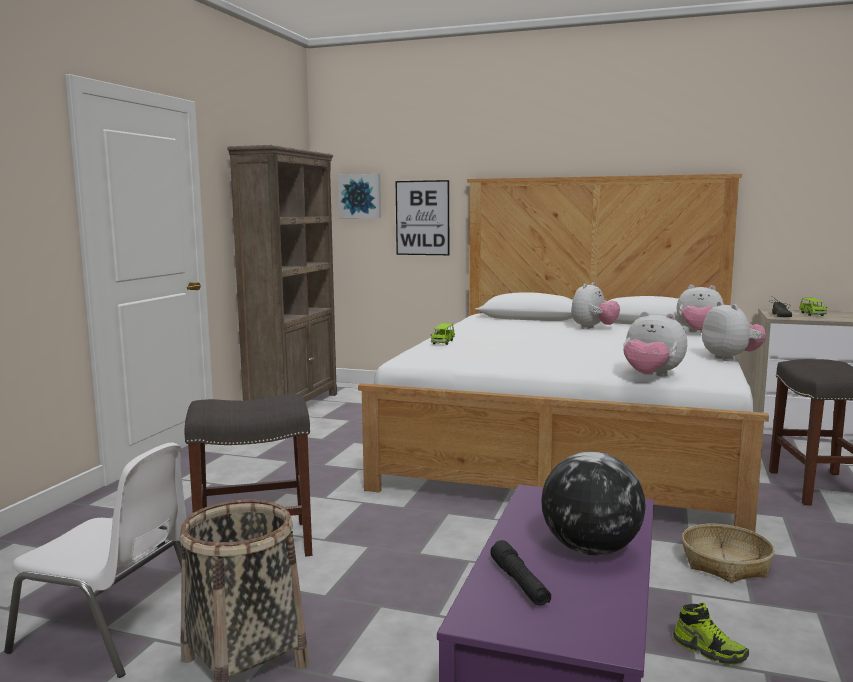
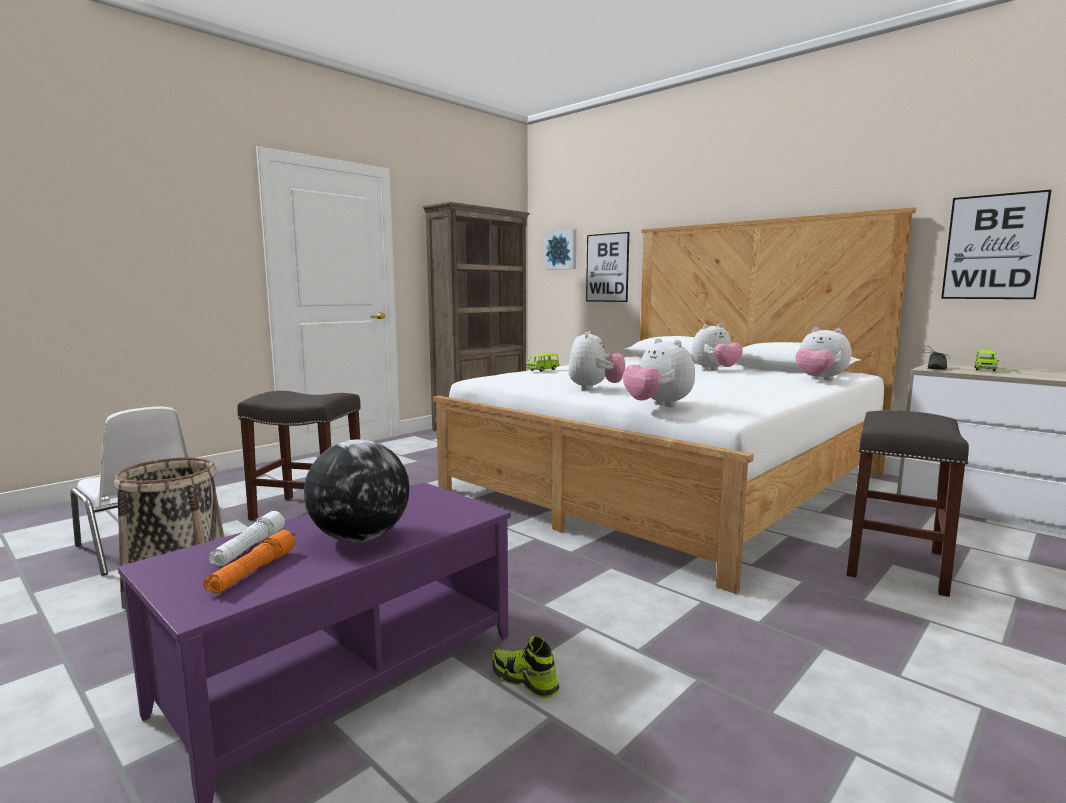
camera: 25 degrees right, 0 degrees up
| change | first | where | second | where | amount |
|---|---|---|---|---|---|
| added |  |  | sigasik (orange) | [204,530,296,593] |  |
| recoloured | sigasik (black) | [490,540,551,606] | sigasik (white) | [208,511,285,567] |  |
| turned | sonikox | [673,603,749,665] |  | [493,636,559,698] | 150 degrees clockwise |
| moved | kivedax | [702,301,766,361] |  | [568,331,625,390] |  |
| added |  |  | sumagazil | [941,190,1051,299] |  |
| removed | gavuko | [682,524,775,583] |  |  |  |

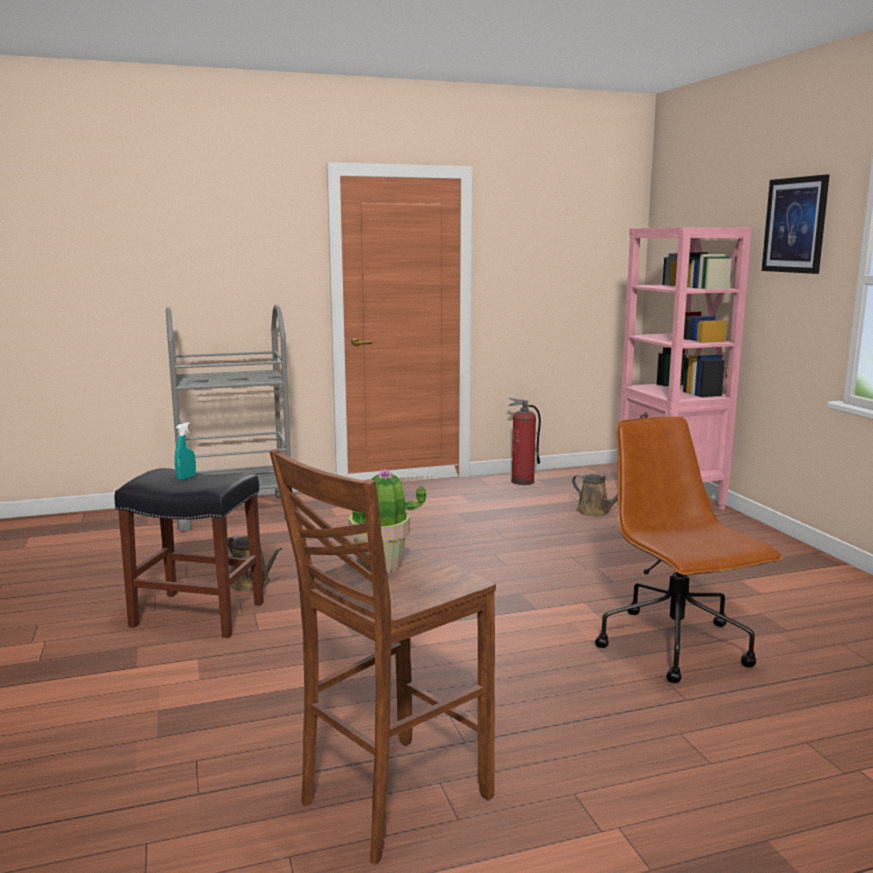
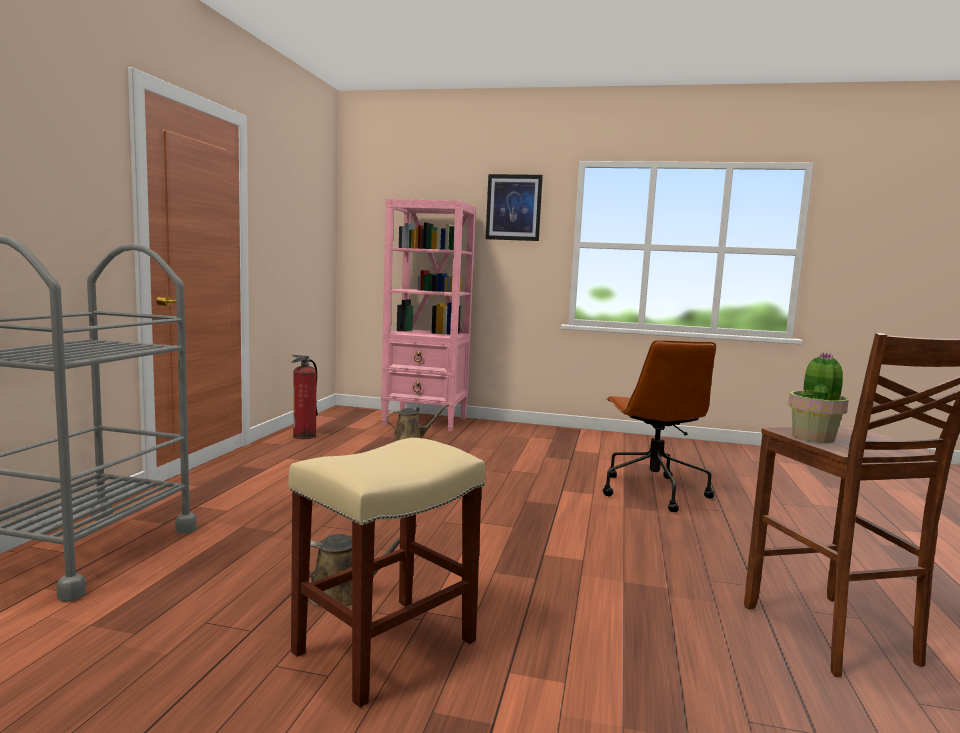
camera: 60 degrees left, 5 degrees down
| change | first | where | second | where | amount |
|---|---|---|---|---|---|
| recoloured | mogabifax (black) | [114,468,264,638] | mogabifax (beige) | [289,438,485,708] |  |
| turned | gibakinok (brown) | [595,416,783,683] |  | [603,340,716,512] | 105 degrees counterclockwise |
| removed | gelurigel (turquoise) | [175,422,196,480] |  |  |  |

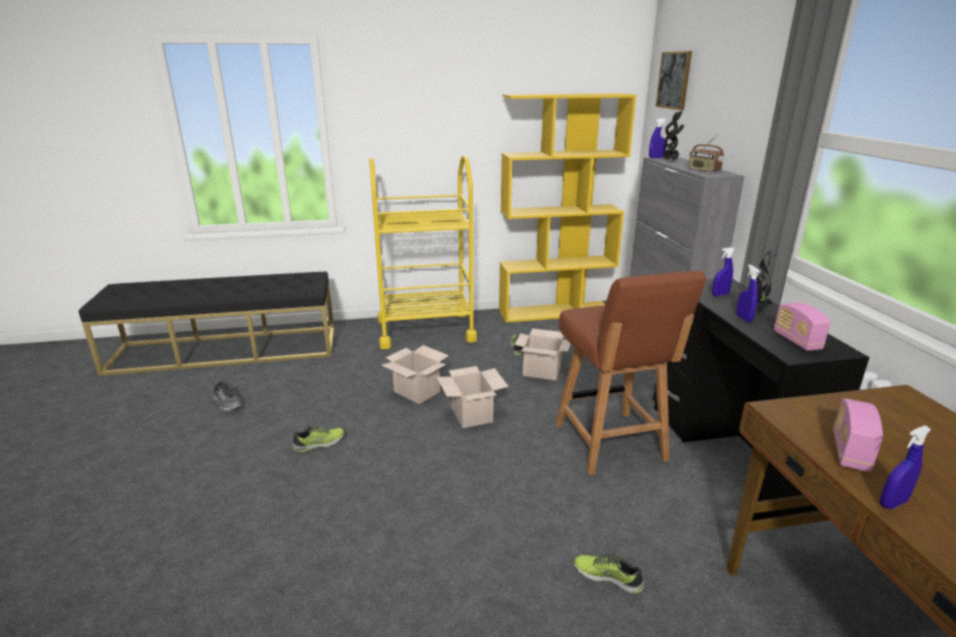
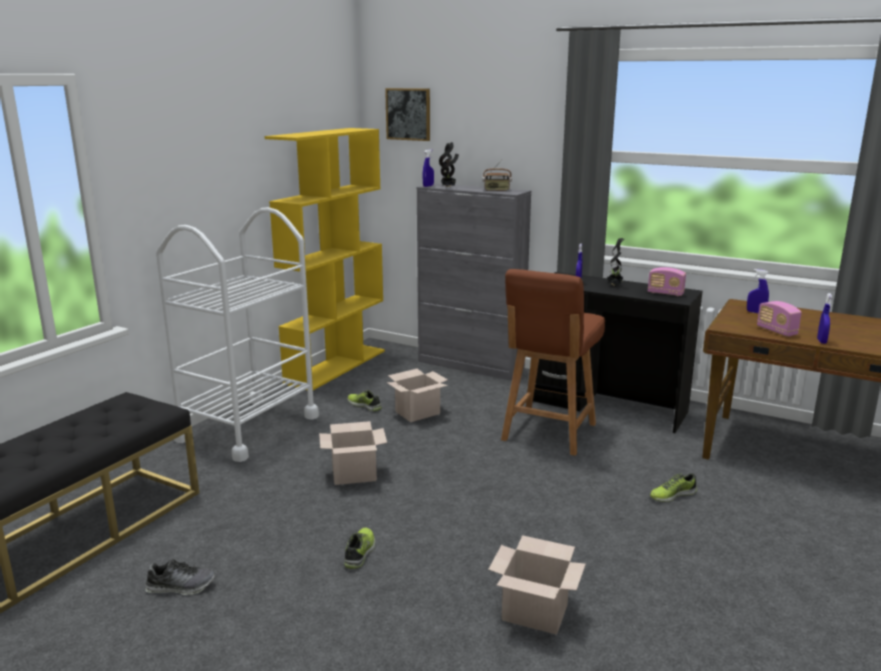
camera: 50 degrees left, 5 degrees down
| change | first | where | second | where | amount |
|---|---|---|---|---|---|
| recoloured | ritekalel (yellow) | [369,155,477,349] | ritekalel (white) | [156,207,319,462] |  |
| moved | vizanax | [437,366,508,428] |  | [488,535,586,635] |  |
| turned | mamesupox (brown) | [555,271,706,475] |  | [501,269,605,456] | 90 degrees clockwise |
| moved | gelurigel (blue) | [736,264,760,322] |  | [747,269,769,313] |  |

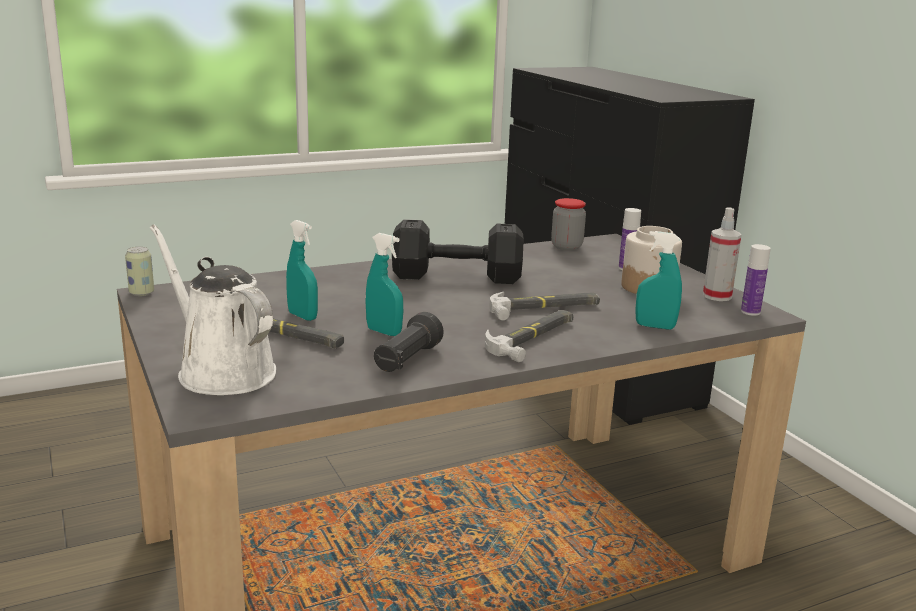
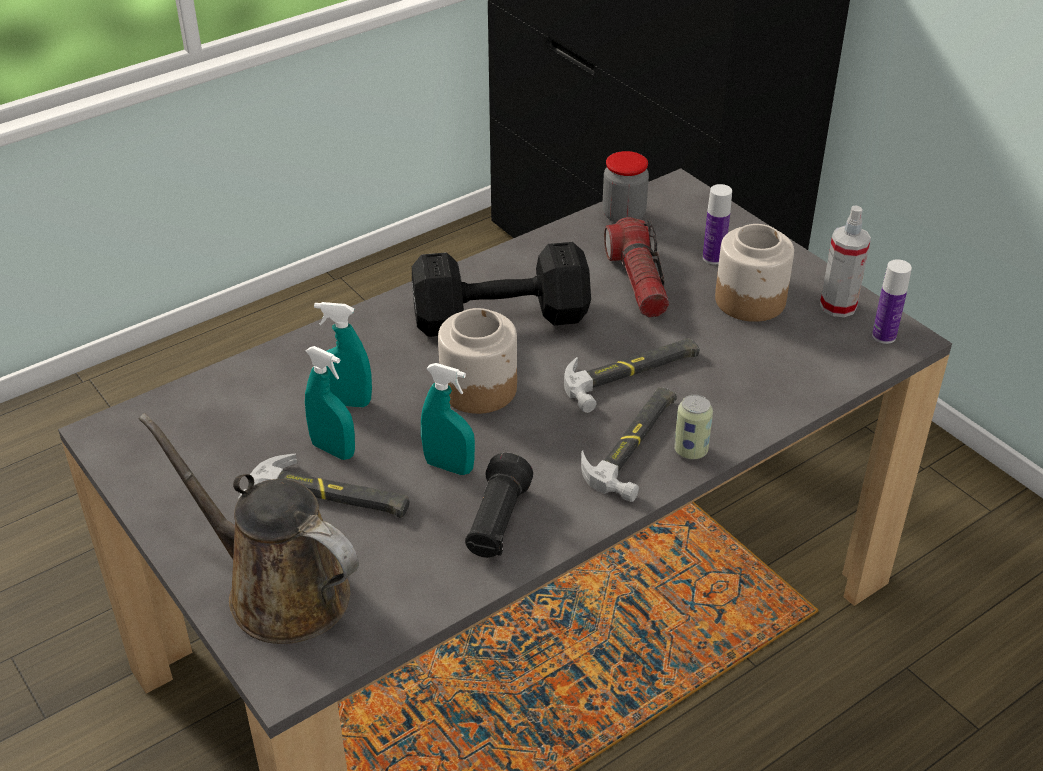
camera: 10 degrees left, 20 degrees up
| change | first | where | second | where | amount |
|---|---|---|---|---|---|
| recoloured | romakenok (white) | [150,224,276,395] | romakenok (brown) | [139,413,359,644] |  |
| moved | gelurigel (turquoise) | [635,231,682,330] |  | [314,302,372,407] |  |
| added |  |  | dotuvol | [438,308,517,414] |  |
| added |  |  | sigasik | [604,217,669,317] |  |
| moved | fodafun | [125,247,154,296] |  | [674,395,713,459] |  |

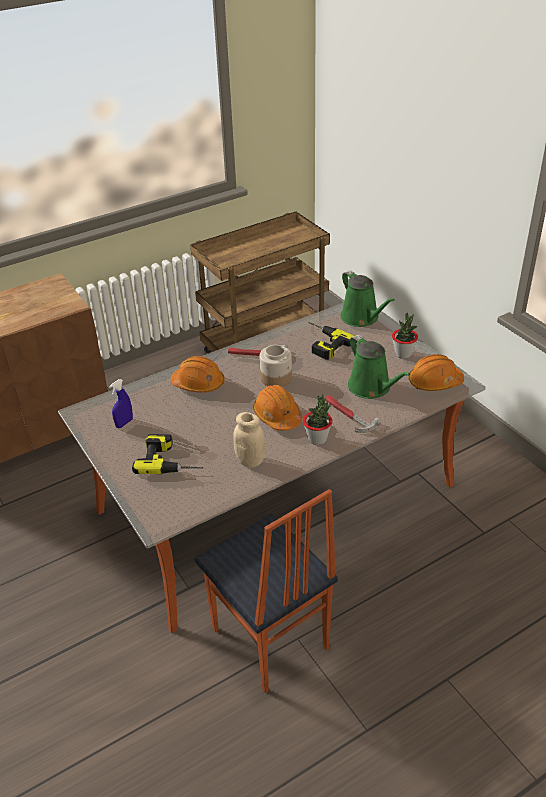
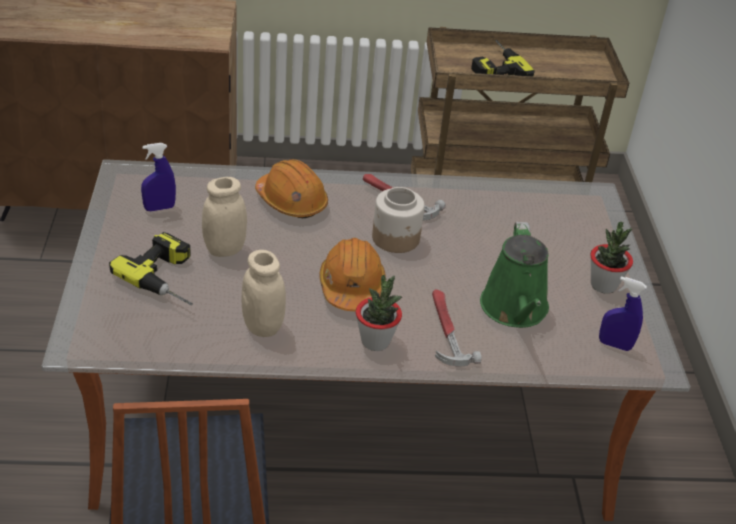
camera: 25 degrees right, 0 degrees up
| change | first | where | second | where | amount |
|---|---|---|---|---|---|
| added |  |  | dotuvol (beige) | [202,177,247,257] |  |
| moved | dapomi | [308,322,357,360] |  | [471,40,535,76] |  |
| replaced | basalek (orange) | [409,354,464,391] | gelurigel (blue) | [599,276,647,351] |  |
| removed | romakenok (green) | [341,270,395,327] |  |  |  |

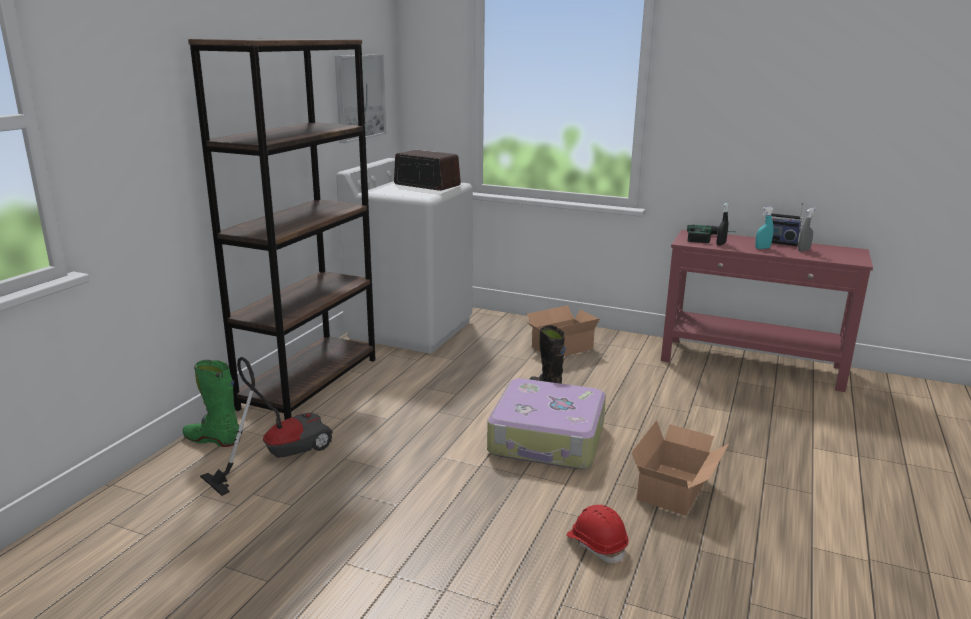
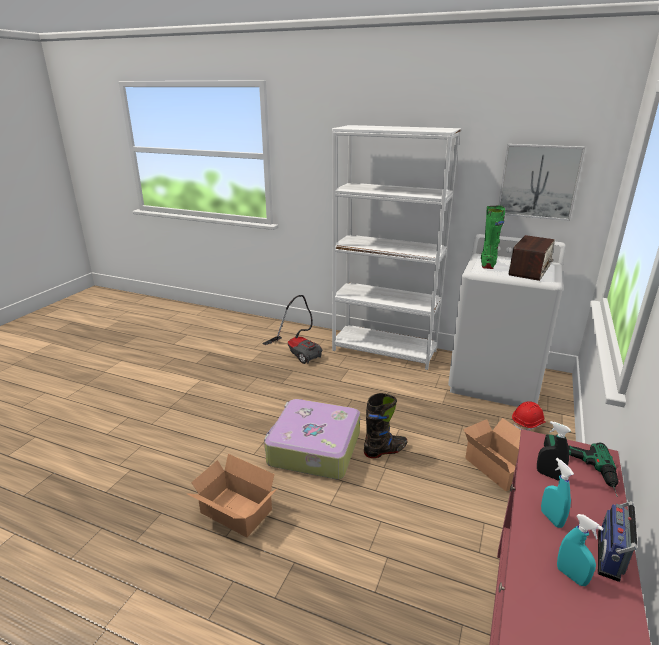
camera: 90 degrees right, 5 degrees up
| change | first | where | second | where | amount |
|---|---|---|---|---|---|
| recoloured | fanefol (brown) | [188,39,376,420] | fanefol (white) | [332,125,461,370] |  |
| moved | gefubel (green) | [183,360,240,447] |  | [481,206,505,269] |  |
| moved | basalek (red) | [566,504,629,563] |  | [512,401,546,431] |  |
| recoloured | gelurigel (grey) | [798,208,816,252] | gelurigel (turquoise) | [557,514,603,586] |  |

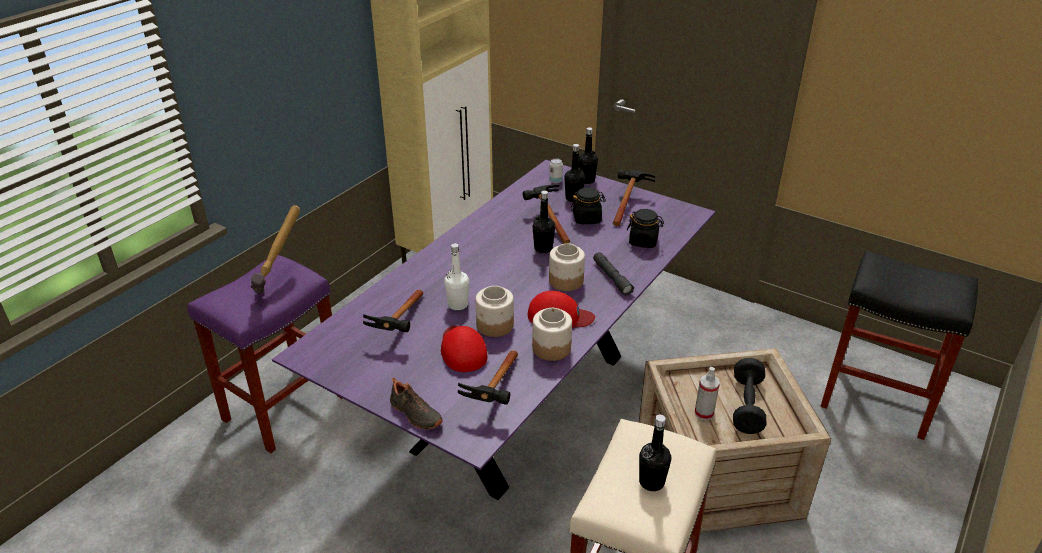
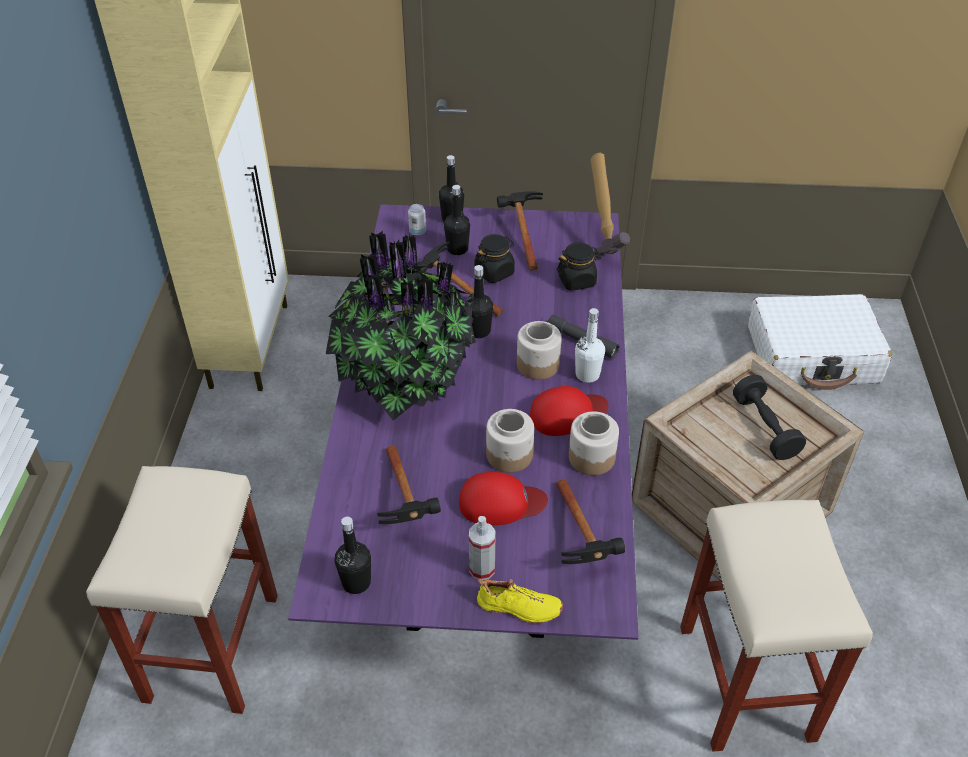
camera: 30 degrees left, 10 degrees up
| change | first | where | second | where | amount |
|---|---|---|---|---|---|
| recoloured | mogabifax (purple) | [187,255,343,453] | mogabifax (beige) | [86,466,278,714] |  |
| added |  |  | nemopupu | [326,231,476,421] |  |
| moved | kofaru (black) | [639,415,671,491] |  | [335,517,371,594] |  |
| turned | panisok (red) | [441,325,488,372] |  | [459,472,548,525] | 135 degrees clockwise |
| moved | gelurigel | [695,367,720,420] |  | [469,516,496,580] |  |
| recoloured | sonikox (black) | [390,377,443,430] | sonikox (yellow) | [477,578,563,624] |  |
| moved | kofaru (white) | [444,243,469,310] |  | [575,308,605,383] |  |
| moved | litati | [251,205,300,294] |  | [590,153,630,258] |  |
| replaced | mogabifax (black) | [820,251,978,440] | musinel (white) | [748,294,892,390] |  |

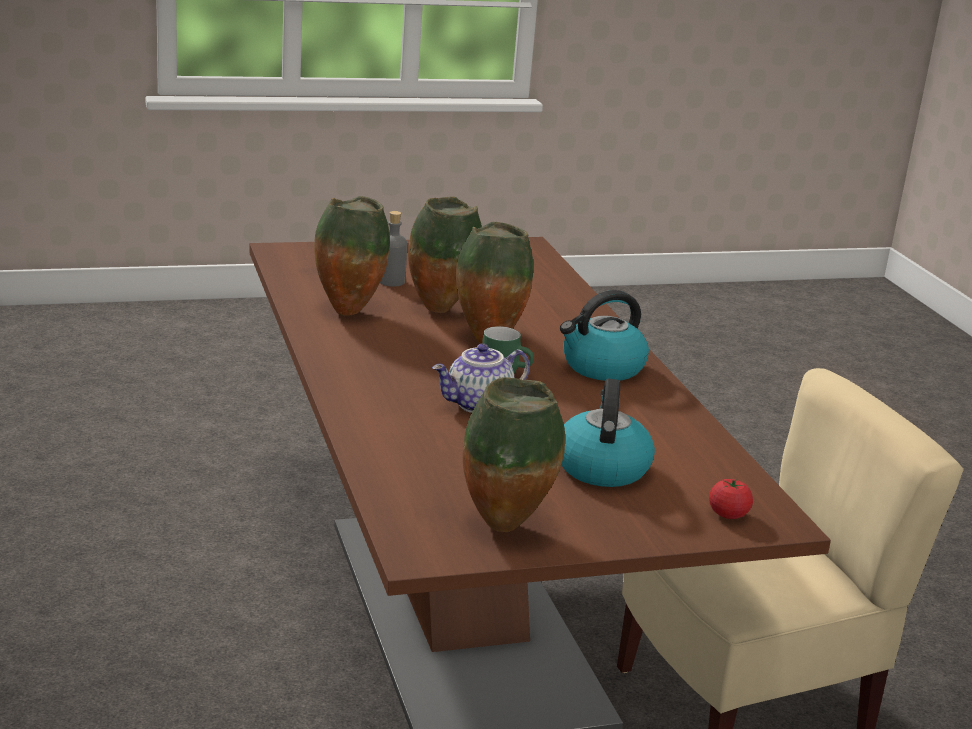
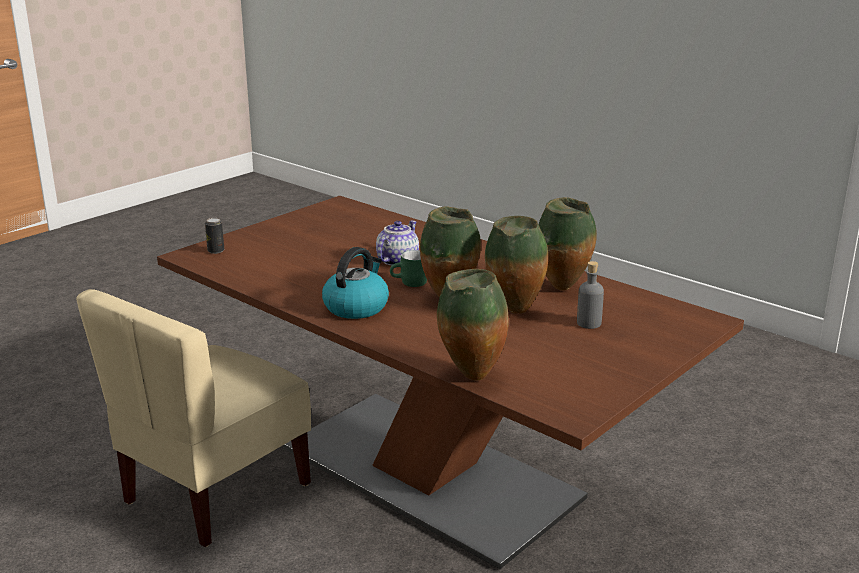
camera: 150 degrees right, 0 degrees up
| change | first | where | second | where | amount |
|---|---|---|---|---|---|
| replaced | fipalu | [709,479,753,519] | fodafun | [205,218,224,254] |  |
| moved | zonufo | [463,377,565,532] |  | [437,269,509,380] |  |
| removed | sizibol | [561,379,655,487] |  |  |  |

